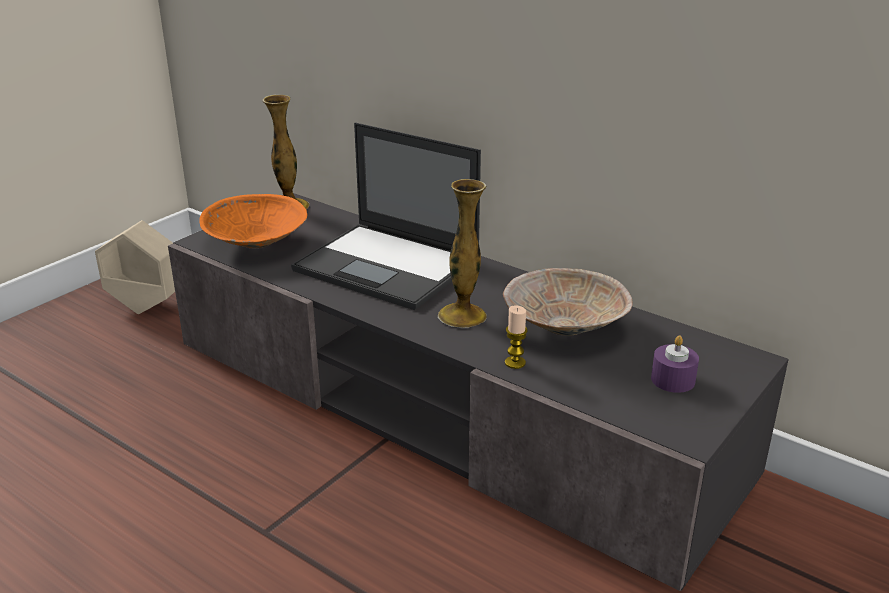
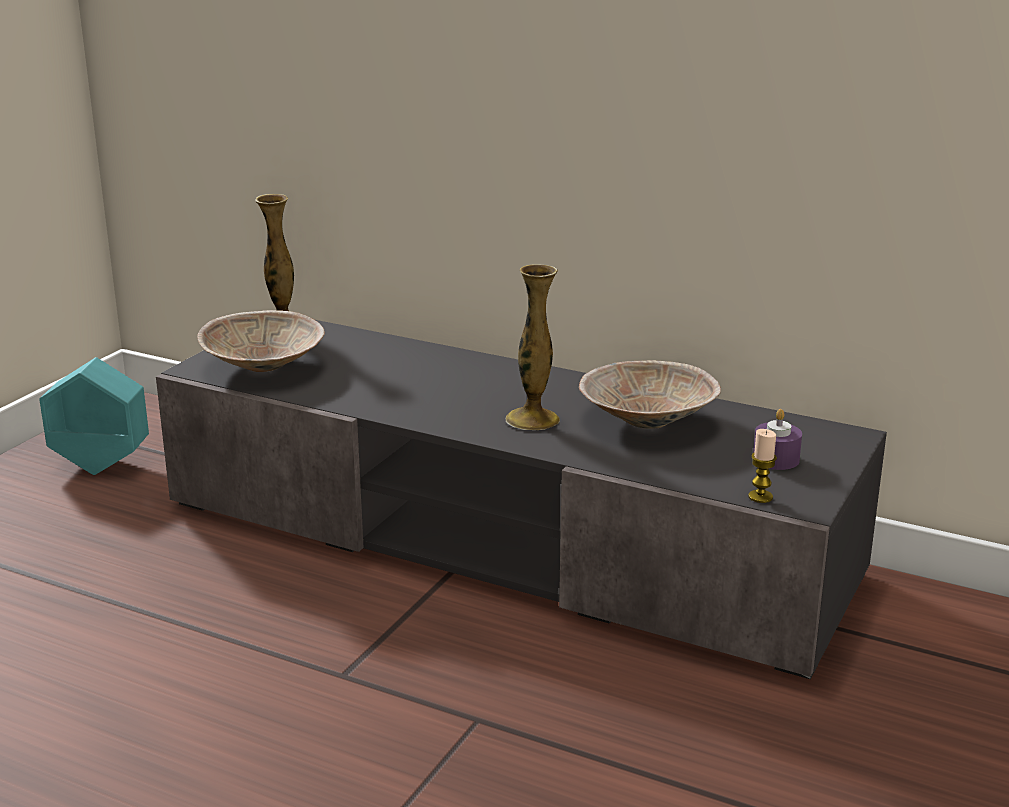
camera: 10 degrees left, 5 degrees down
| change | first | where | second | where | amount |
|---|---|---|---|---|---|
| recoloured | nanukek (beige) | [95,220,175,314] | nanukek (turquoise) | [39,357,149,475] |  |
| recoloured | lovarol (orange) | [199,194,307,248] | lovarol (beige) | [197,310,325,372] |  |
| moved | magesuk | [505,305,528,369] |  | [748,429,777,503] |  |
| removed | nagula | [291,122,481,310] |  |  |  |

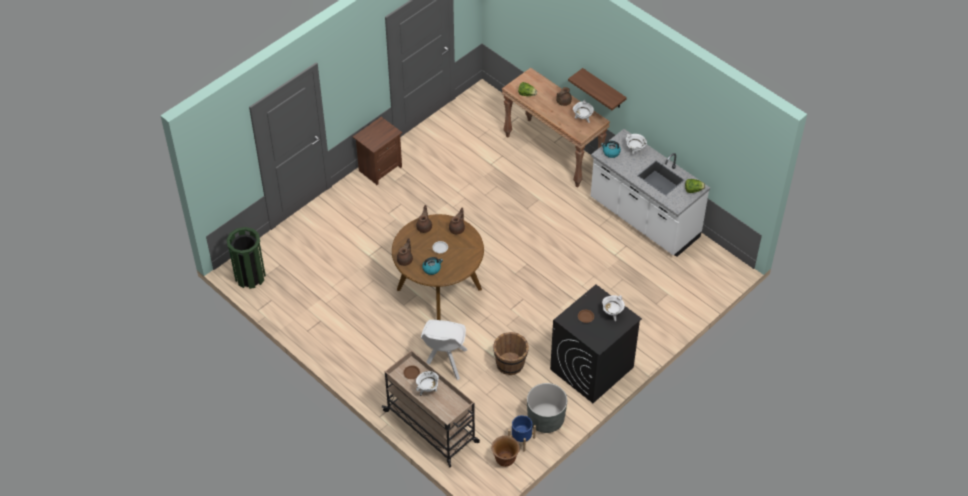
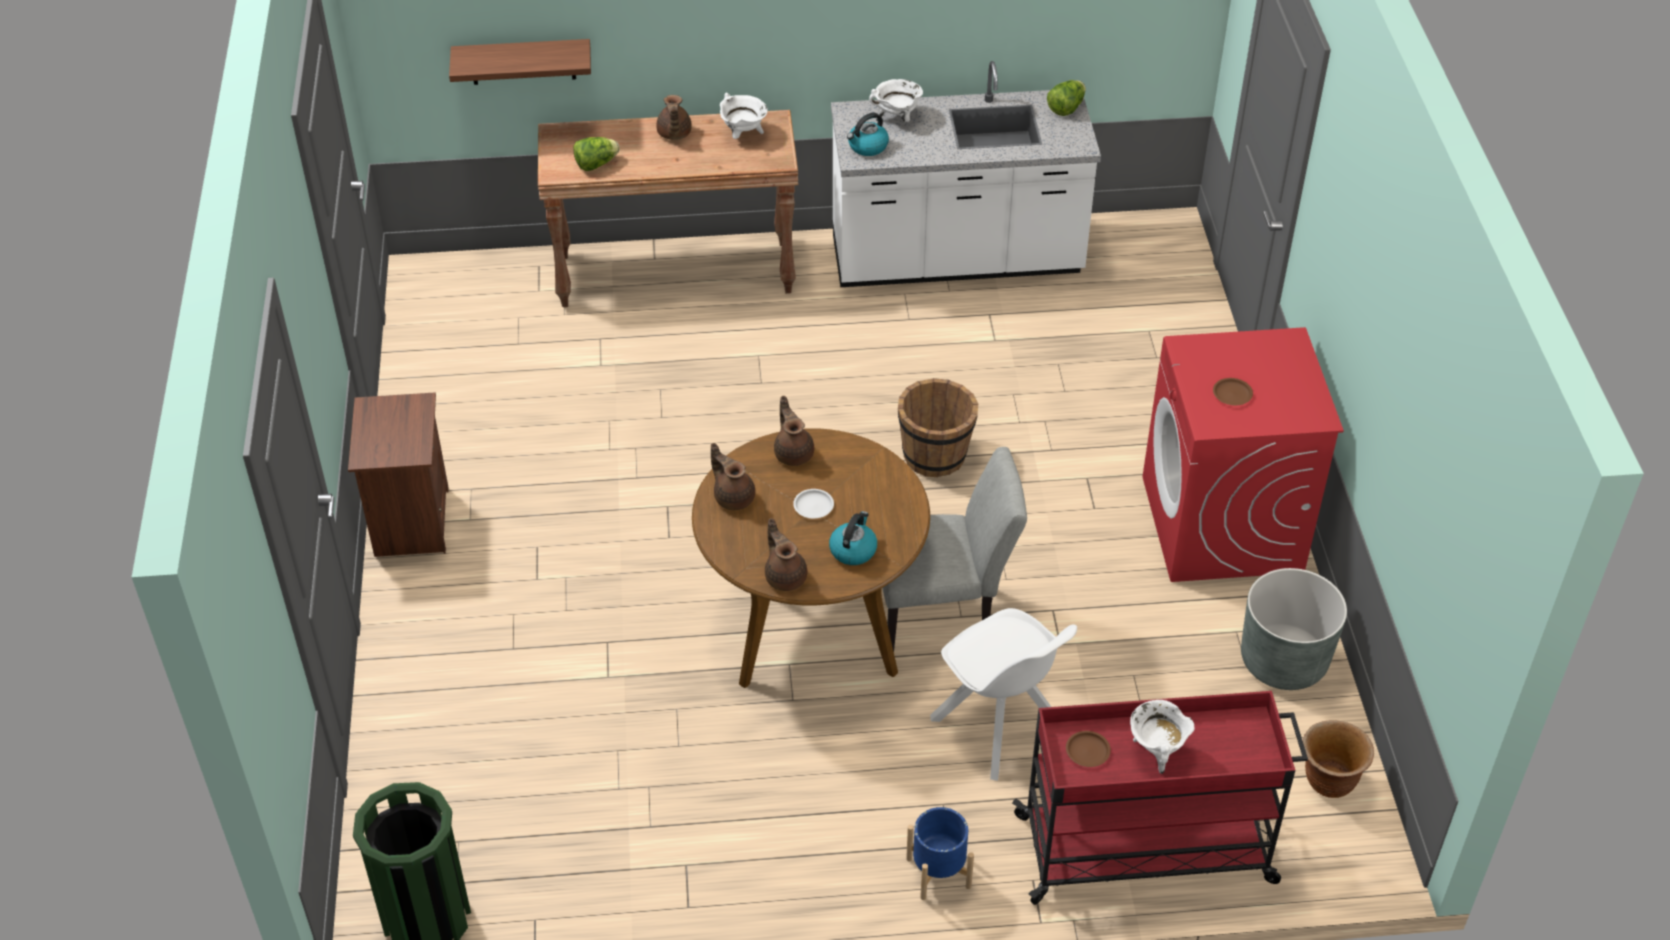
camera: 50 degrees left, 5 degrees down
| change | first | where | second | where | amount |
|---|---|---|---|---|---|
| moved | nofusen | [568,68,627,110] |  | [449,39,591,85] |  |
| added |  |  | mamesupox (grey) | [883,447,1027,651] |  |
| moved | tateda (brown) | [493,332,529,375] |  | [898,378,978,477] |  |
| moved | nanukek (blue) | [508,415,536,452] |  | [906,807,974,900] |  |
| recoloured | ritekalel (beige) | [382,350,480,467] | ritekalel (red) | [1012,691,1308,905] |  |
| recoloured | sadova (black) | [550,284,642,403] | sadova (red) | [1142,327,1344,582] |  |
| removed | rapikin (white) | [602,295,625,321] |  |  |  |

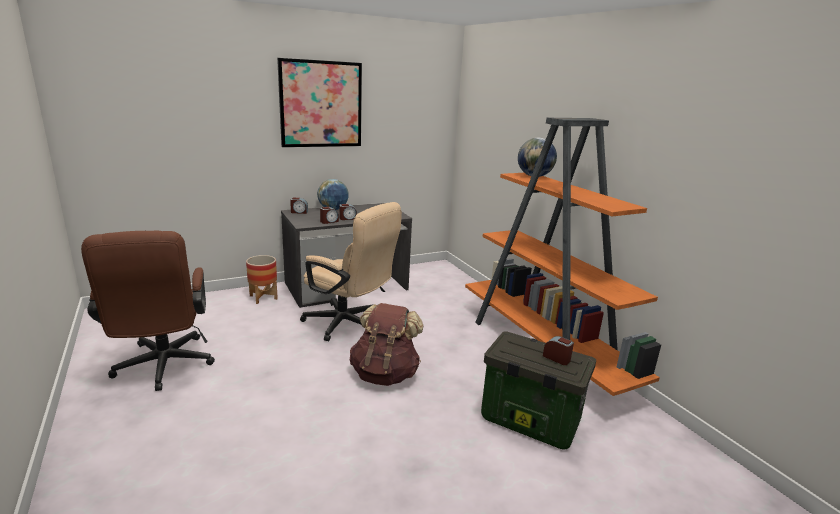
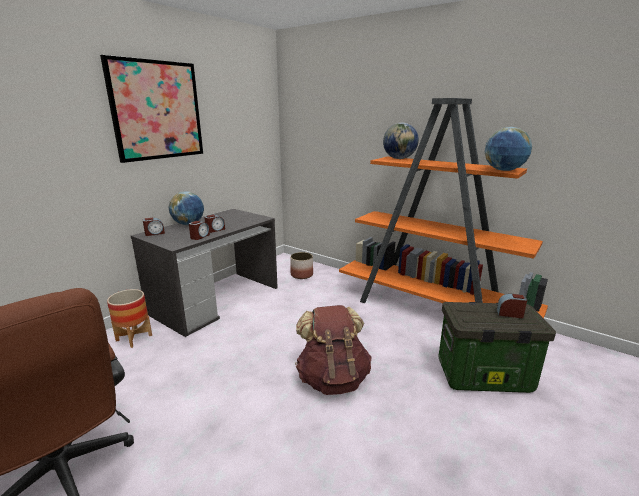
camera: 25 degrees left, 0 degrees up
| change | first | where | second | where | amount |
|---|---|---|---|---|---|
| added |  |  | nanukek | [290,252,313,279] |  |
| added |  |  | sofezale | [485,127,532,171] |  |
| removed | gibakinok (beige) | [300,202,402,341] |  |  |  |

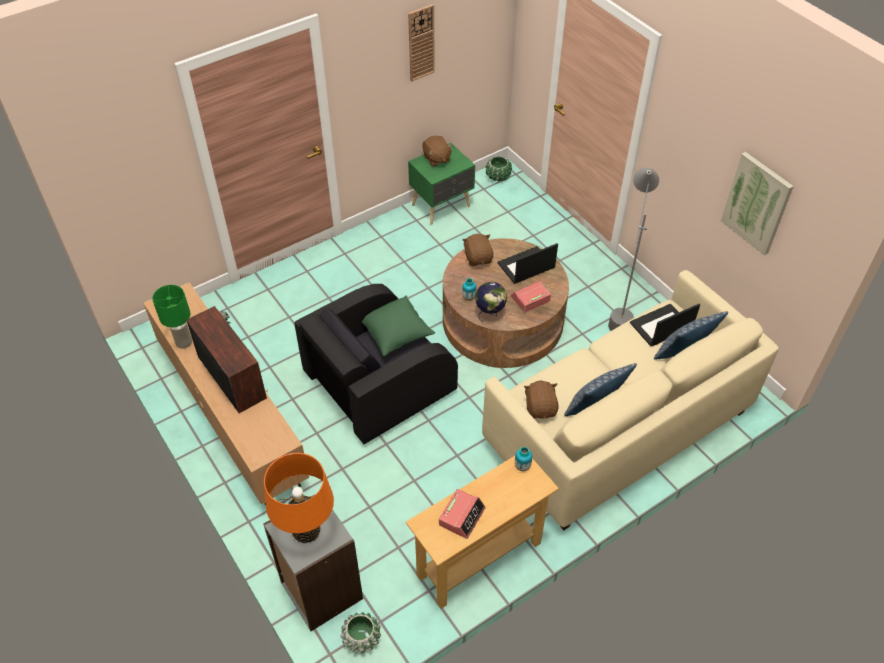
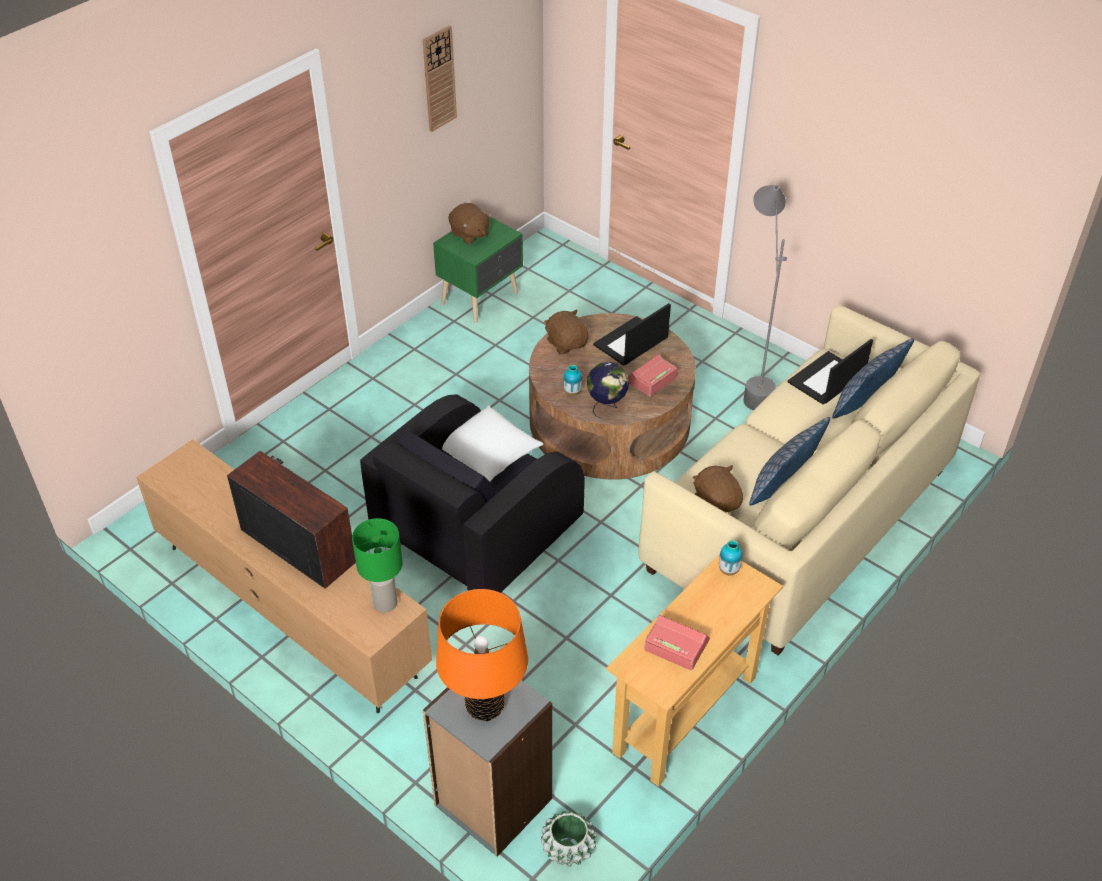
camera: 15 degrees left, 5 degrees down
| change | first | where | second | where | amount |
|---|---|---|---|---|---|
| moved | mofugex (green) | [152,285,192,349] |  | [352,518,403,613] |  |
| recoloured | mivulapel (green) | [362,295,435,357] | mivulapel (white) | [442,406,543,482] |  |
| turned | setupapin | [439,489,486,539] |  | [644,615,710,670] | 75 degrees counterclockwise |
| removed | nanukek (green) | [486,156,512,182] |  |  |  |
| removed | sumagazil | [721,152,794,255] |  |  |  |

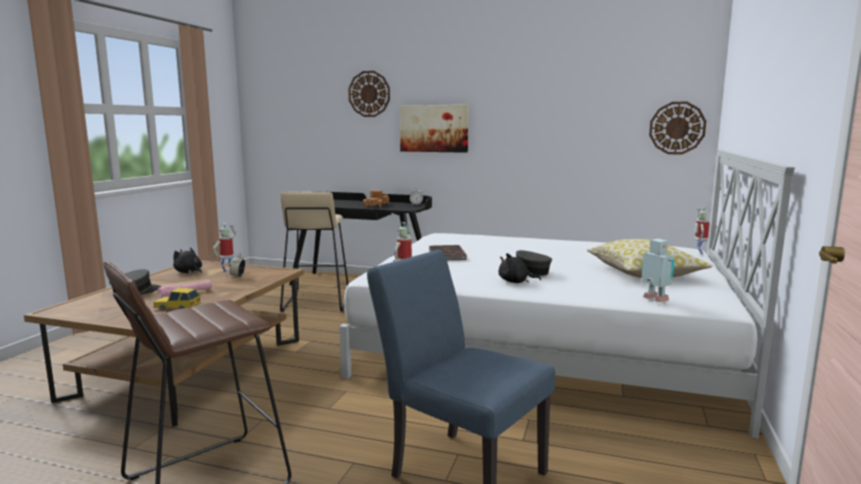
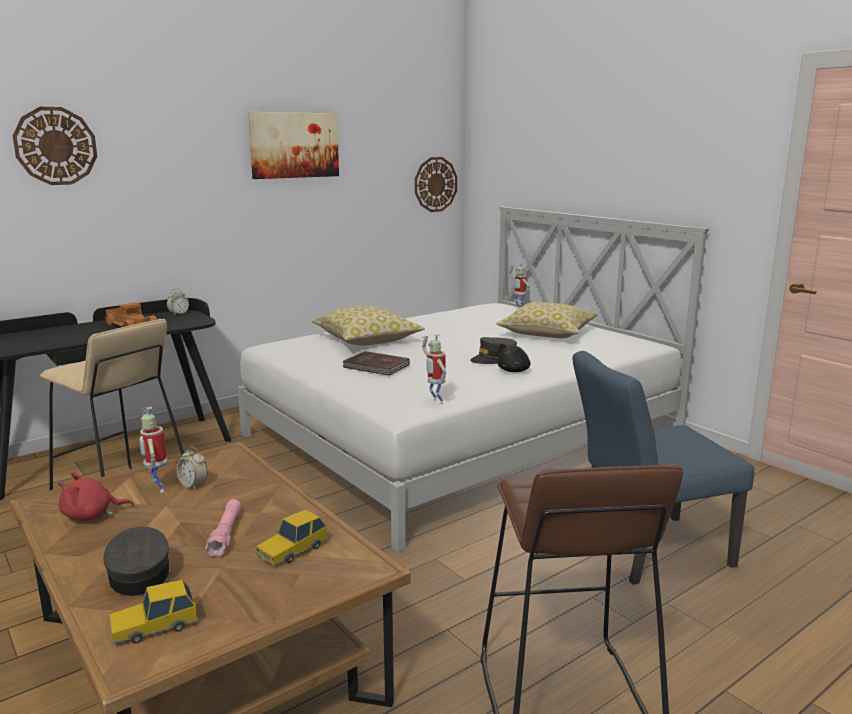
camera: 55 degrees left, 5 degrees up
| change | first | where | second | where | amount |
|---|---|---|---|---|---|
| recoloured | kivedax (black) | [173,247,202,274] | kivedax (red) | [58,472,134,521] |  |
| added |  |  | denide | [110,580,198,644] |  |
| moved | sumagazil | [400,105,468,153] |  | [248,112,339,179] |  |
| added |  |  | mivulapel | [312,306,425,346] |  |
| removed | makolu | [641,238,675,302] |  |  |  |

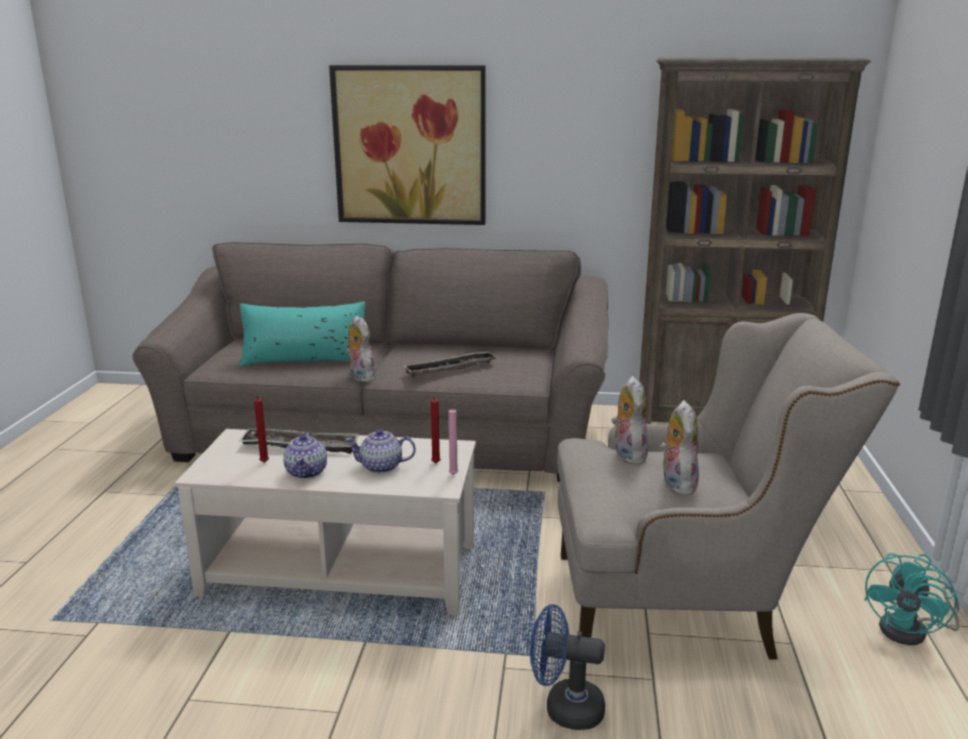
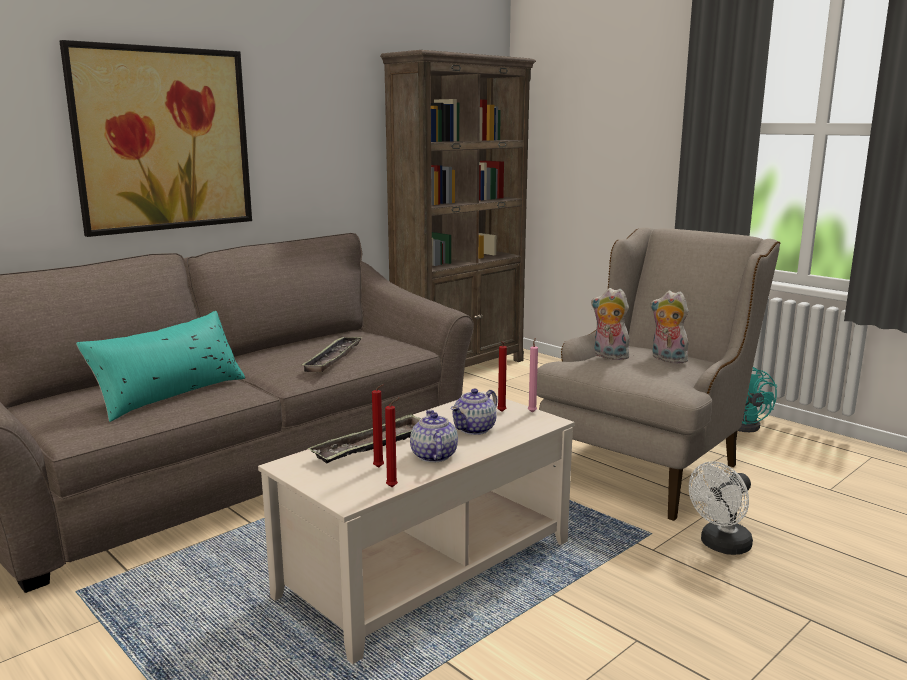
camera: 50 degrees left, 5 degrees down
| change | first | where | second | where | amount |
|---|---|---|---|---|---|
| added |  |  | magesuk (red) | [385,398,400,487] |  |
| turned | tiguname | [283,431,327,479] |  | [410,410,458,463] | 135 degrees counterclockwise |
| recoloured | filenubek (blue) | [530,604,605,730] | filenubek (white) | [689,461,753,555] |  |
| removed | kivedax | [346,316,376,382] |  |  |  |

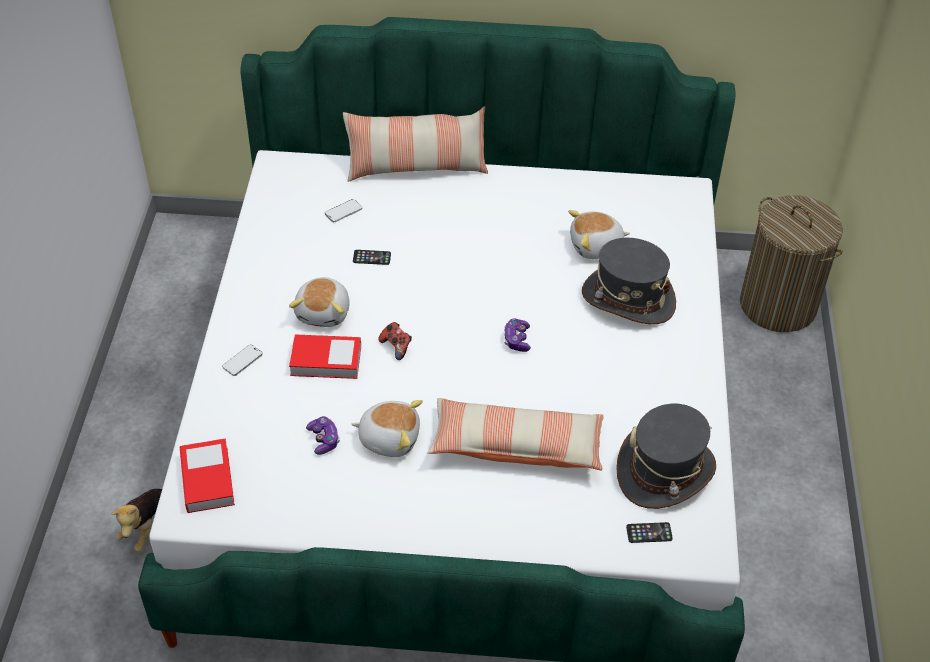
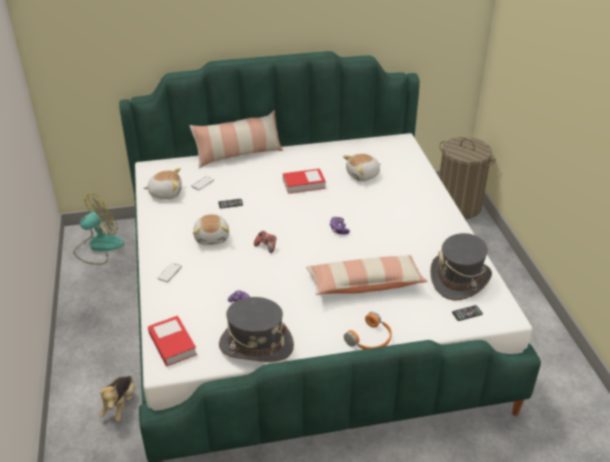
camera: 15 degrees left, 10 degrees down
| change | first | where | second | where | amount |
|---|---|---|---|---|---|
| added |  |  | filenubek | [74,194,124,265] |  |
| moved | kivedax | [351,400,423,457] |  | [143,168,182,199] |  |
| moved | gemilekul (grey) | [582,238,676,324] |  | [219,297,294,362] |  |
| moved | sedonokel | [289,334,361,379] |  | [283,169,326,194] |  |
| added |  |  | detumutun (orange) | [344,312,392,350] |  |

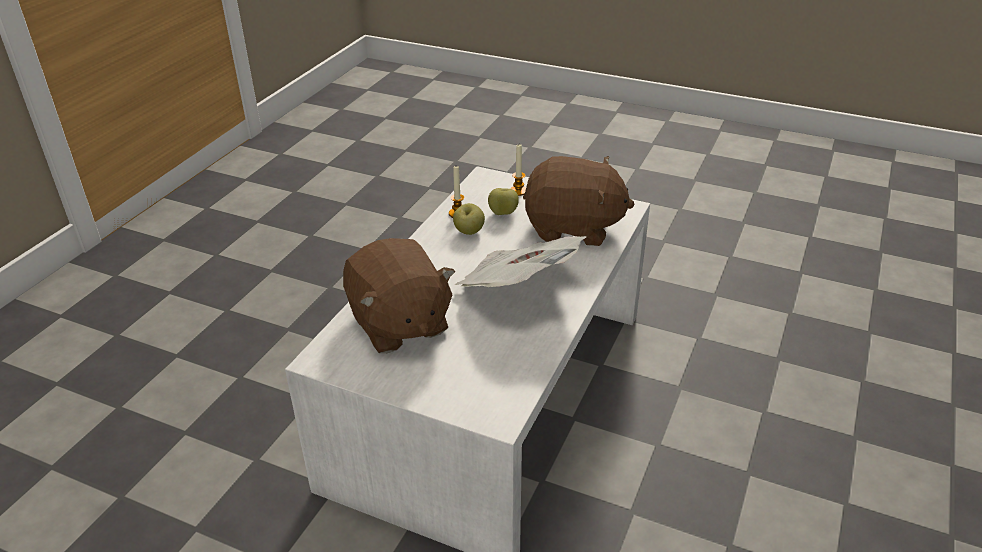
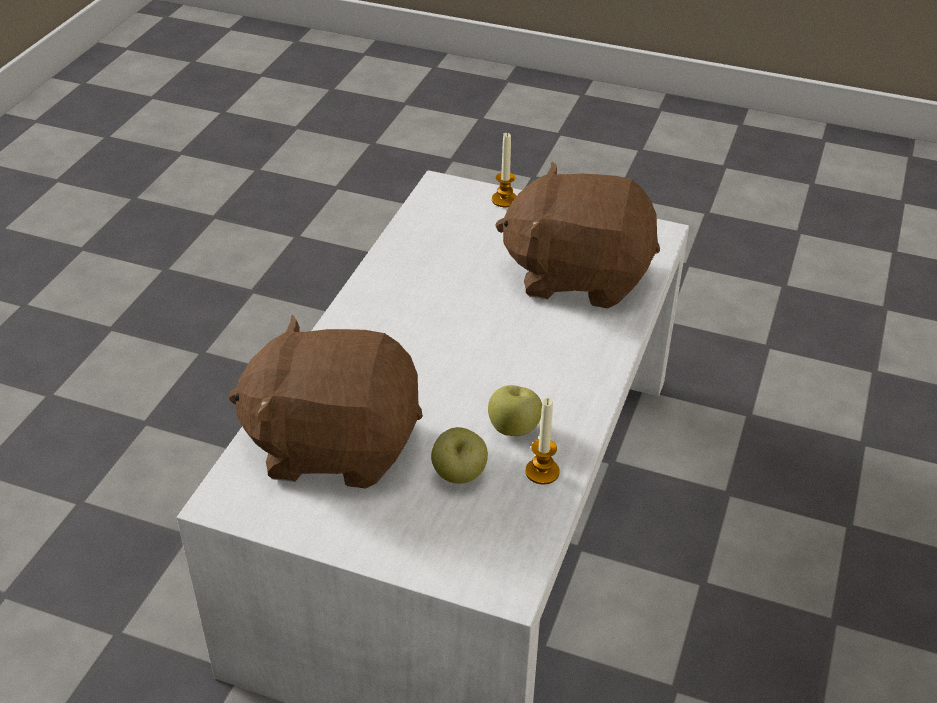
camera: 175 degrees right, 5 degrees up
| change | first | where | second | where | amount |
|---|---|---|---|---|---|
| moved | magesuk | [510,144,526,196] |  | [492,132,517,207] |  |
| turned | kivedax (brown) | [343,238,455,353] |  | [495,161,660,308] | 45 degrees counterclockwise |
| removed | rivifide | [455,236,587,287] |  |  |  |

